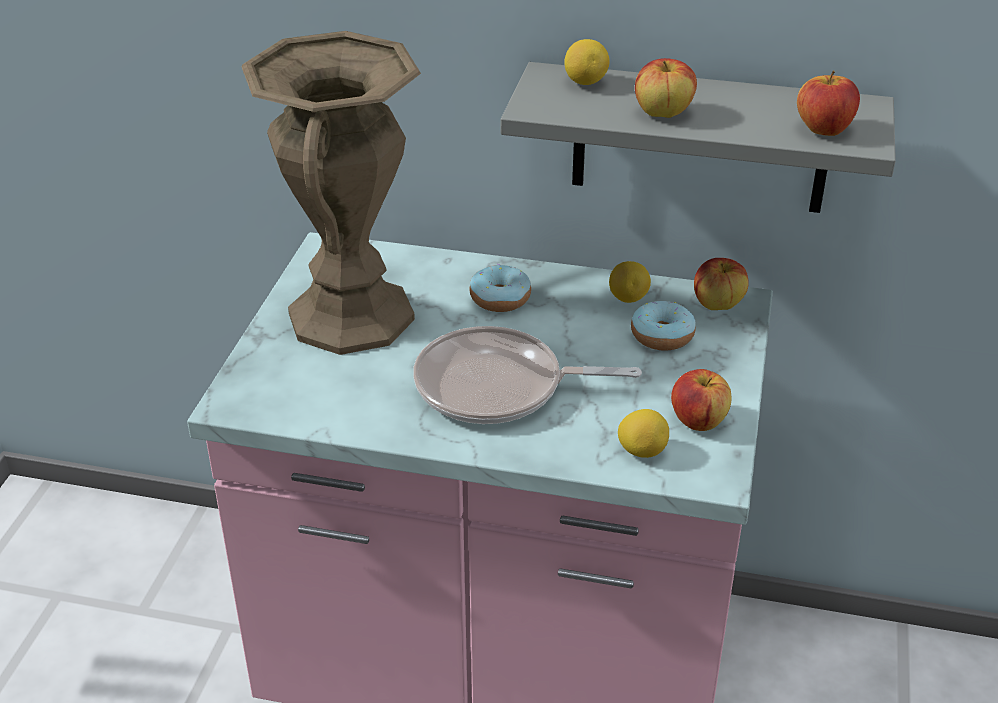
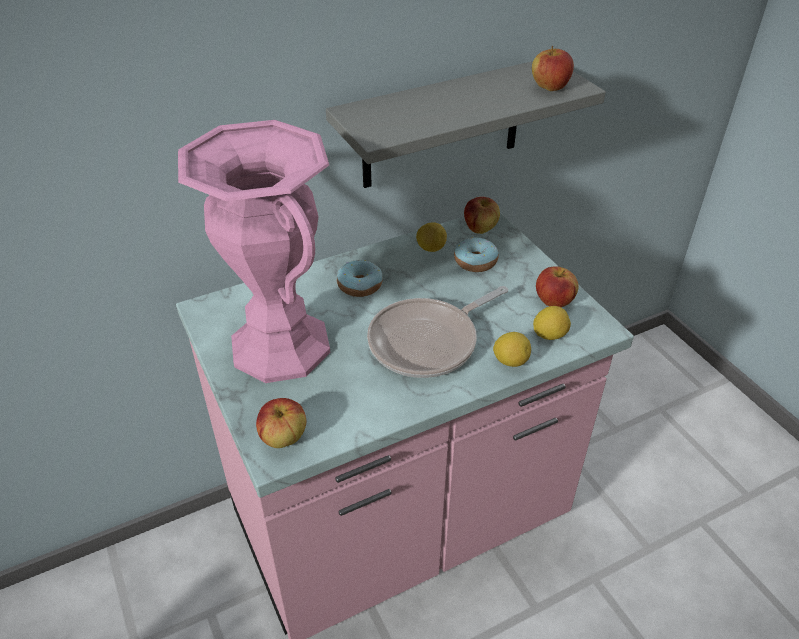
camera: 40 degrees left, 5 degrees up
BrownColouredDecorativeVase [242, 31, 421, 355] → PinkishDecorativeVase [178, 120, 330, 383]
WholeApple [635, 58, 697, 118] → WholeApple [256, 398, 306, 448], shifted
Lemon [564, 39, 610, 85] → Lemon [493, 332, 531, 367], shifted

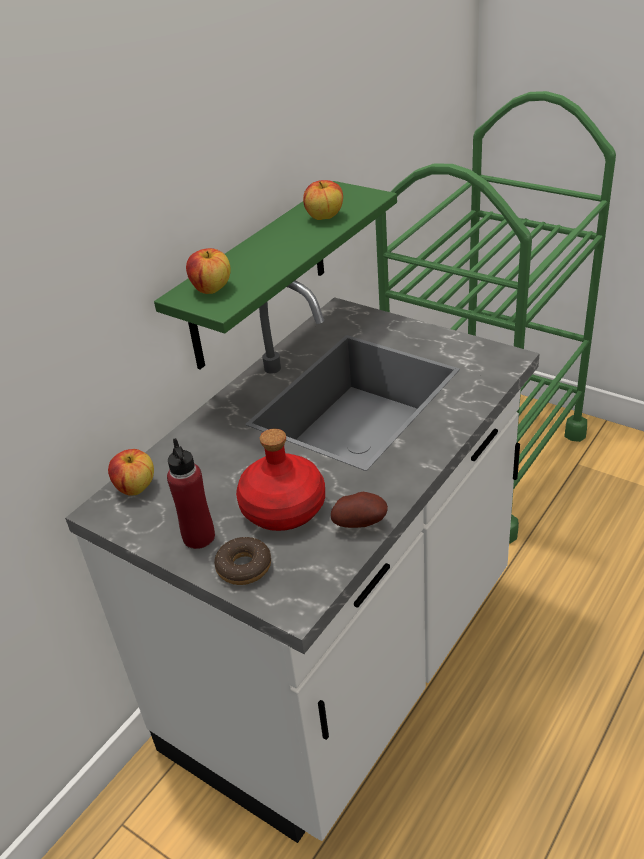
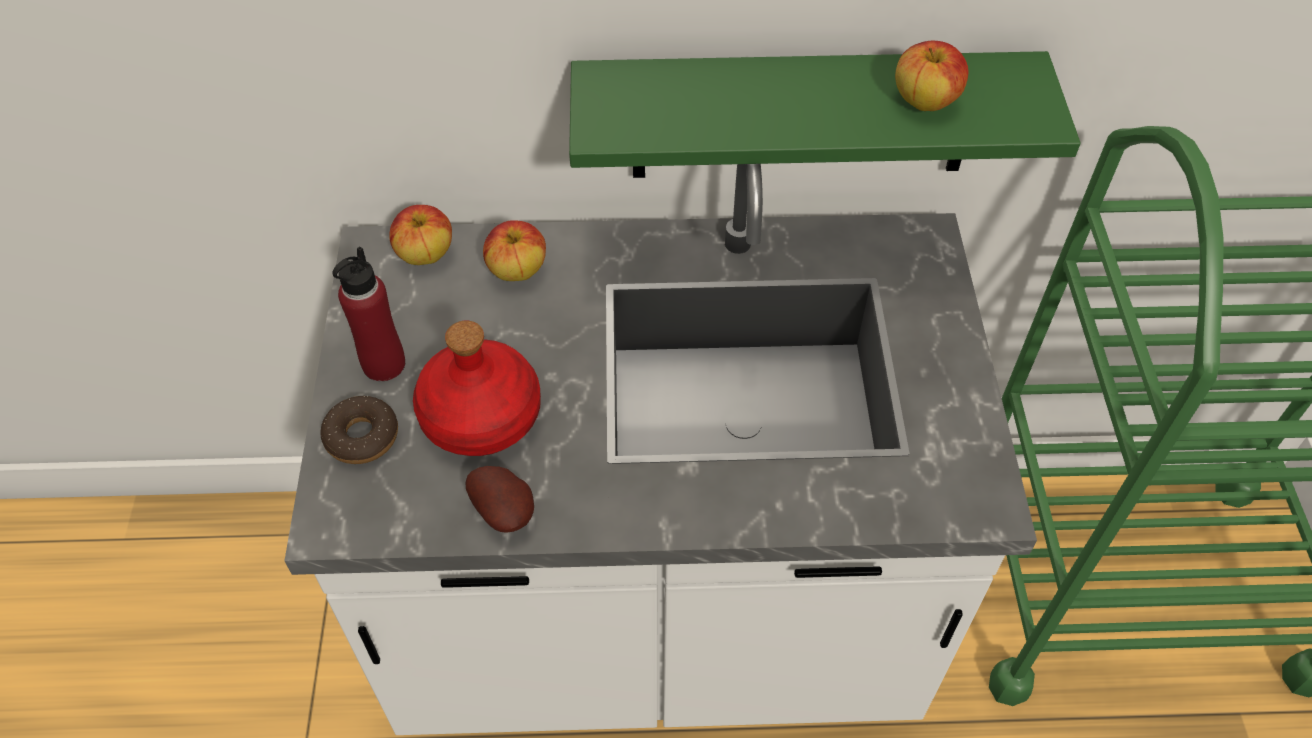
camera: 50 degrees right, 15 degrees up
WholeApple [186, 248, 231, 294] → WholeApple [483, 220, 546, 281], shifted

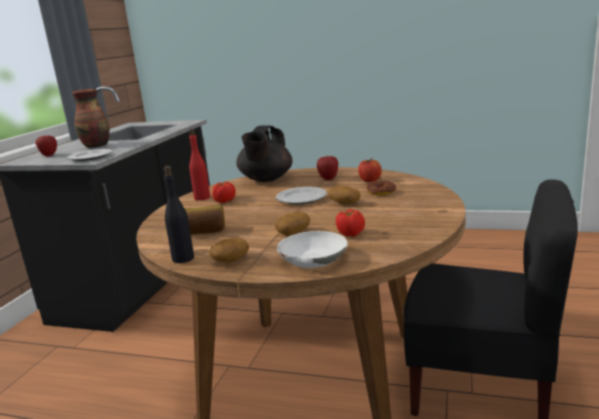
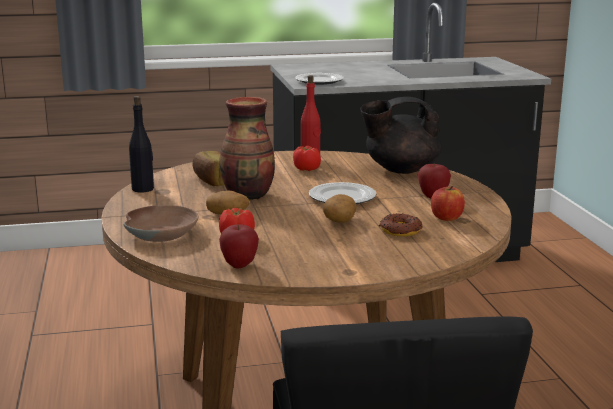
camera: 60 degrees right, 0 degrees up
WhiteColouredServingBowl [277, 231, 348, 268] → BrownColouredServingBowl [124, 205, 198, 242]
DecorativeVase [72, 89, 110, 148] → DecorativeVase [219, 97, 275, 200], shifted
WholeApple [35, 136, 57, 156] → WholeApple [219, 224, 259, 268], shifted
WholePotato [209, 237, 249, 263] → -

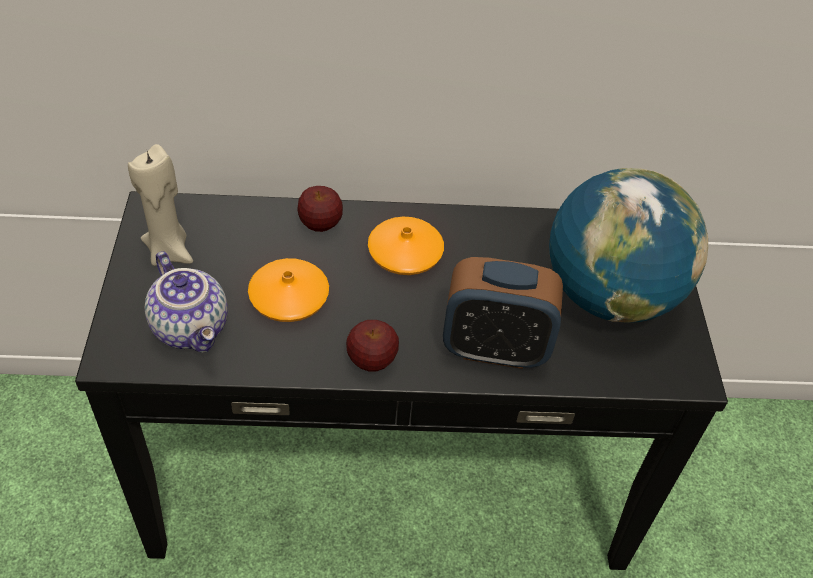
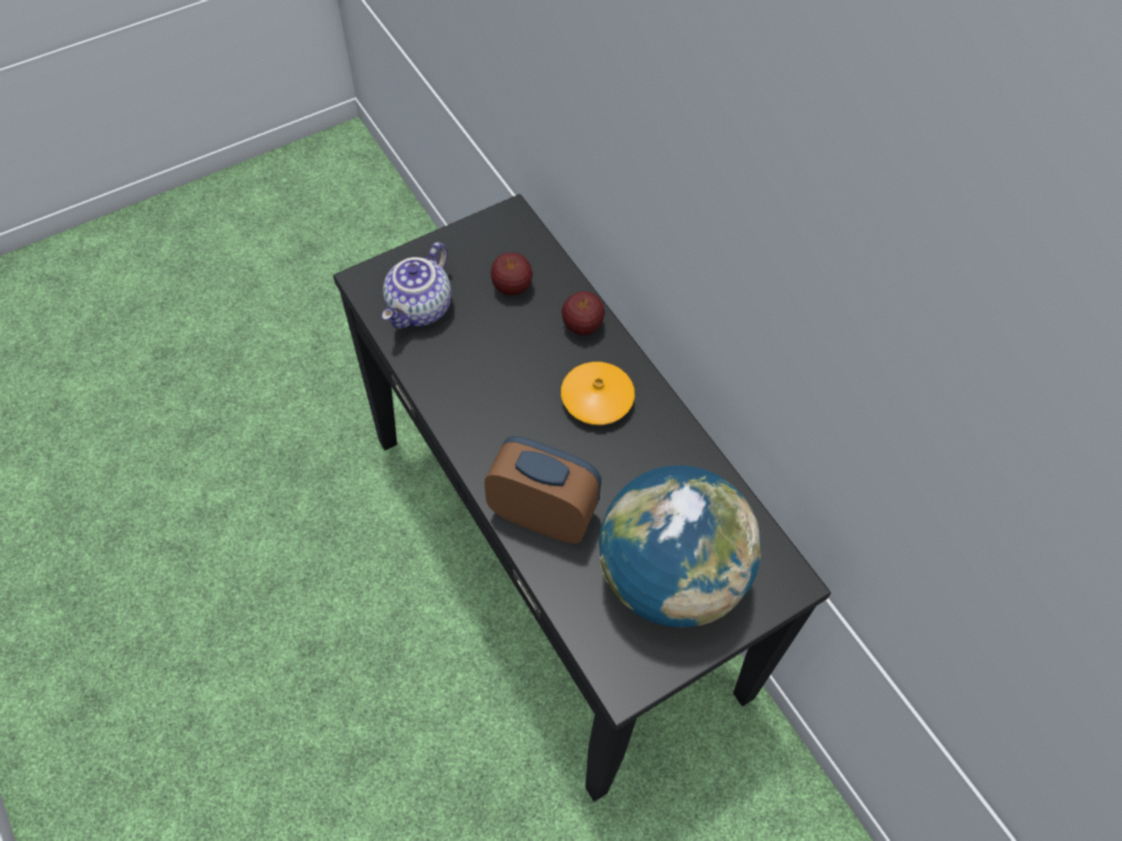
camera: 60 degrees right, 10 degrees up
BedsideClock [443, 257, 563, 369] → BedsideClock [484, 436, 601, 543], 135 degrees clockwise
WholeApple [346, 320, 399, 371] → WholeApple [491, 252, 533, 295], shifted
BeigeColouredWaxLight [128, 144, 193, 266] → -
OrangeyDecorativeVase [248, 258, 329, 322] → -

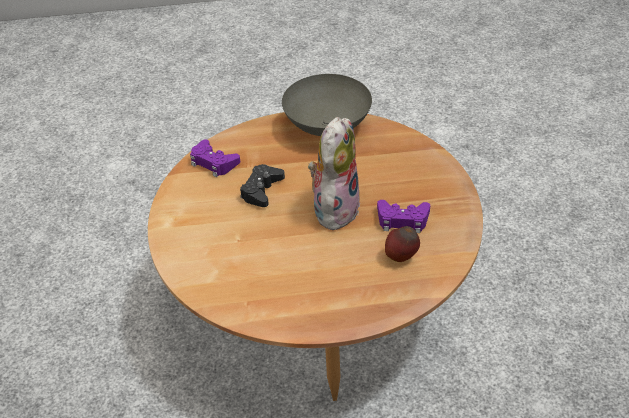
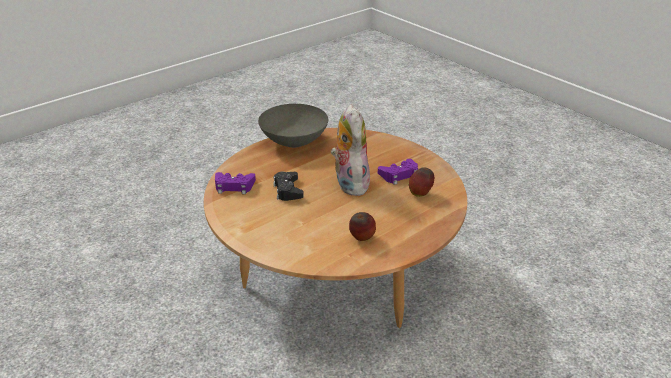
camera: 35 degrees left, 10 degrees down
- → WholeApple [349, 212, 376, 241]

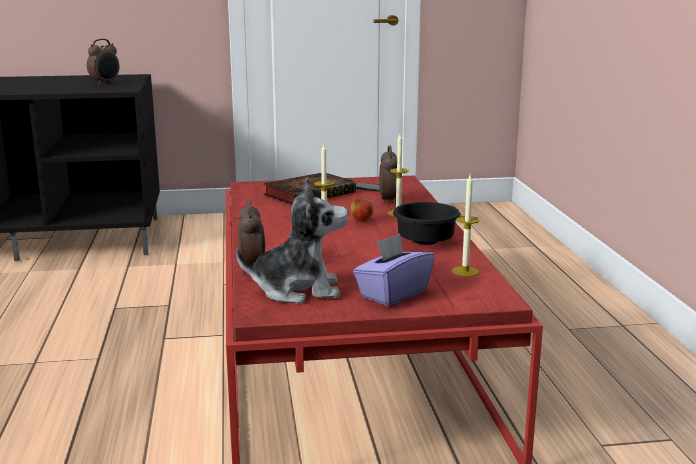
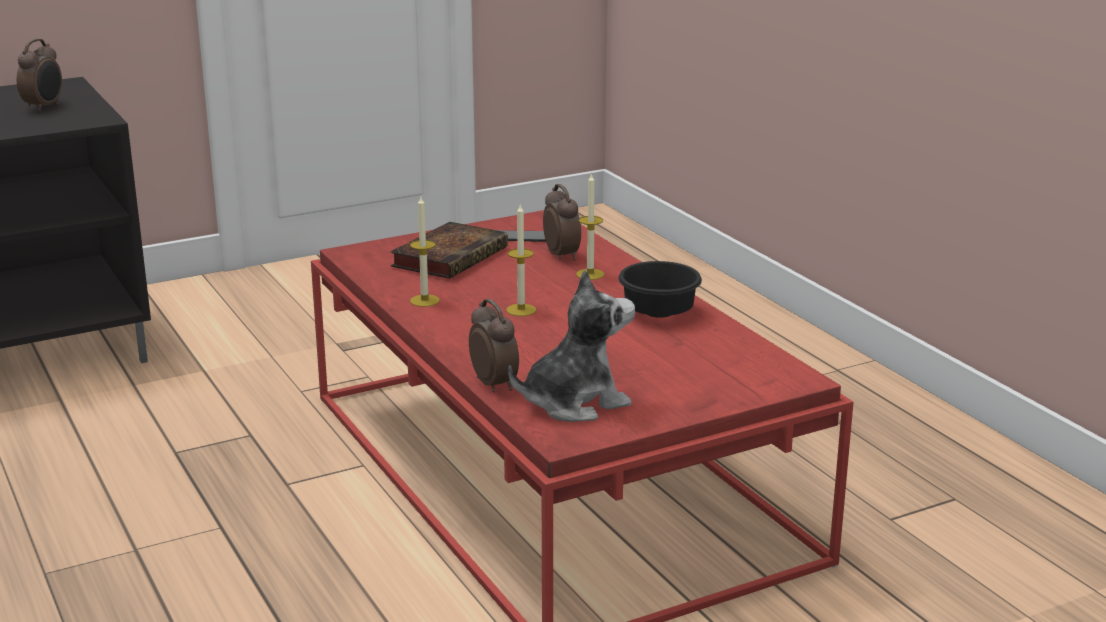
camera: 20 degrees left, 5 degrees up
WaxLight [452, 175, 480, 277] → WaxLight [410, 197, 440, 307], shifted
WholeApple [351, 196, 374, 223] → -
PurplishTissueHolder [353, 234, 435, 306] → -

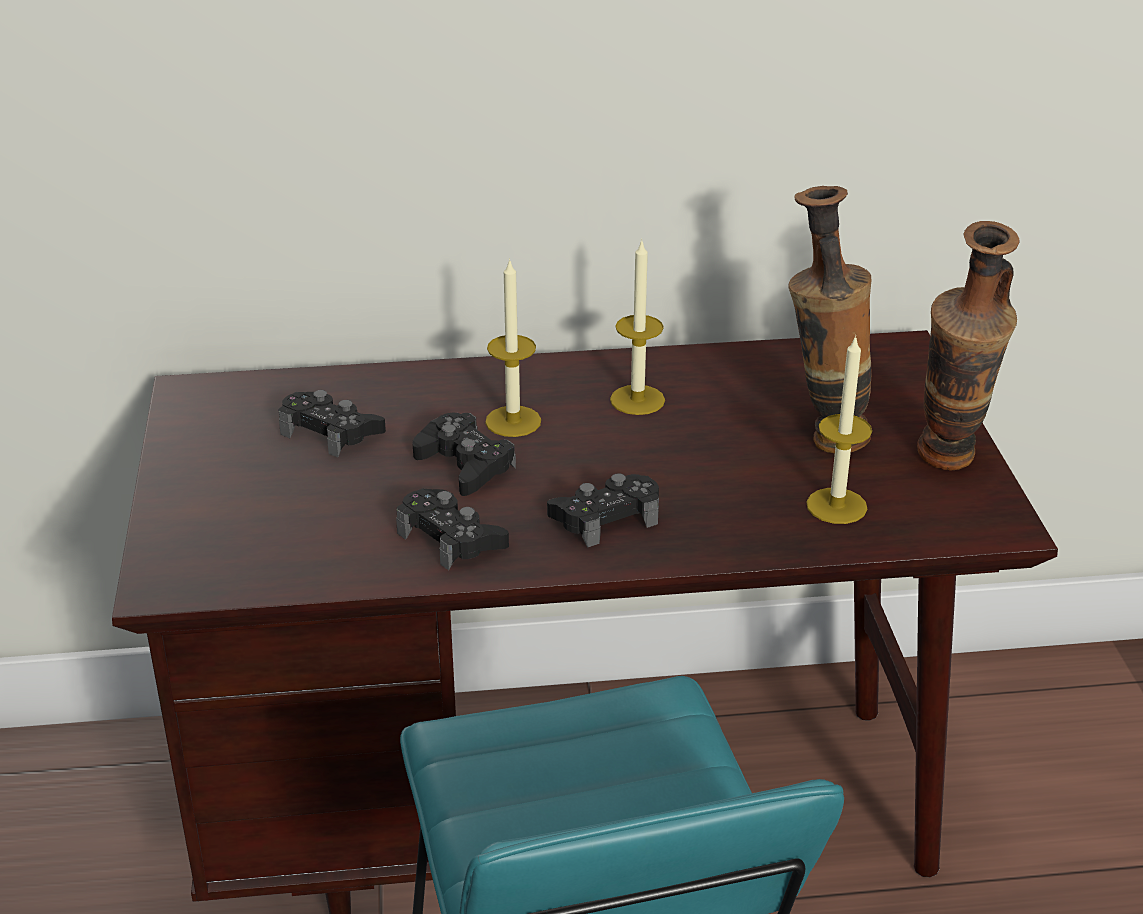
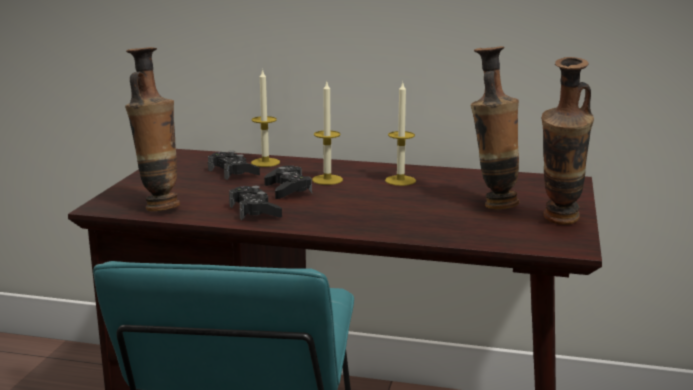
camera: 20 degrees right, 15 degrees down
- → DecorativeVase [125, 47, 180, 211]
WaxLight [806, 335, 872, 524] → WaxLight [251, 69, 280, 167], shifted
BlackishJoypad [547, 473, 659, 548] → -

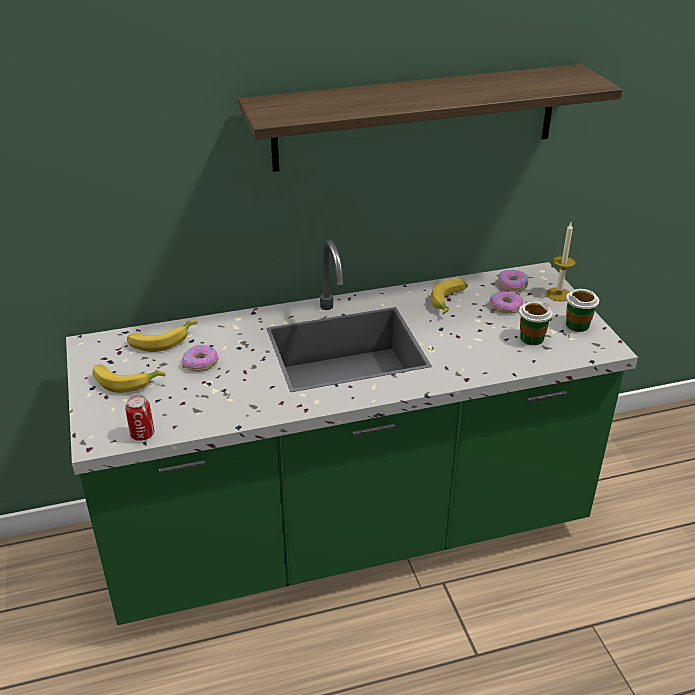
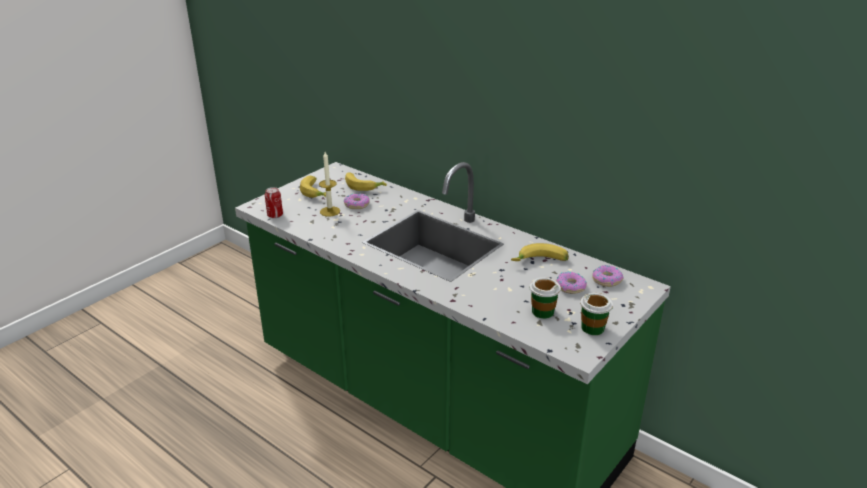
camera: 55 degrees right, 5 degrees down
WaxLight [546, 223, 576, 301] → WaxLight [319, 152, 340, 217], shifted
Shelf [238, 64, 622, 172] → -

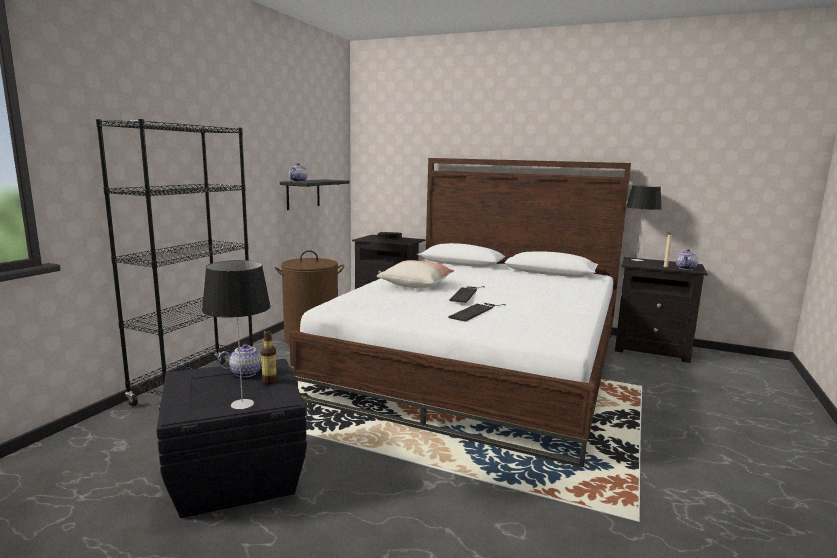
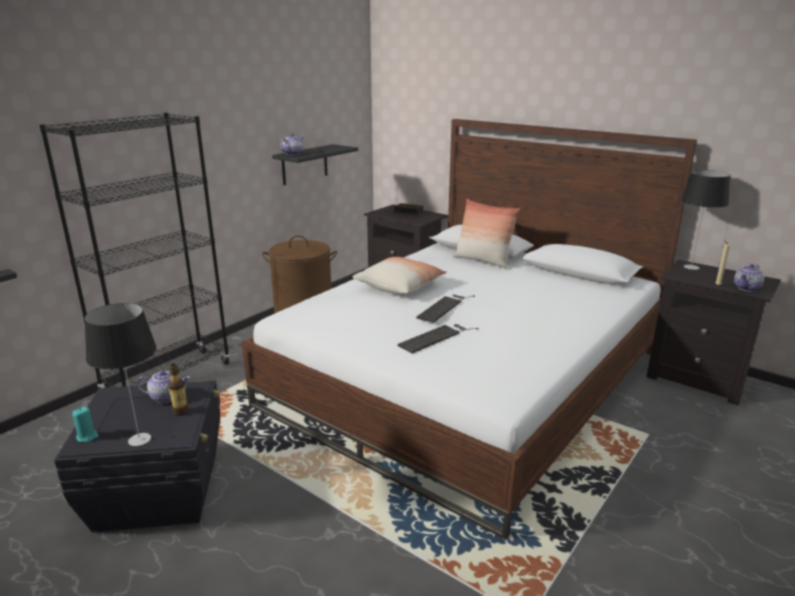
camera: 15 degrees right, 10 degrees up
- → TurquoiseWaxLight [72, 407, 99, 442]
- → Pillow [453, 199, 520, 268]

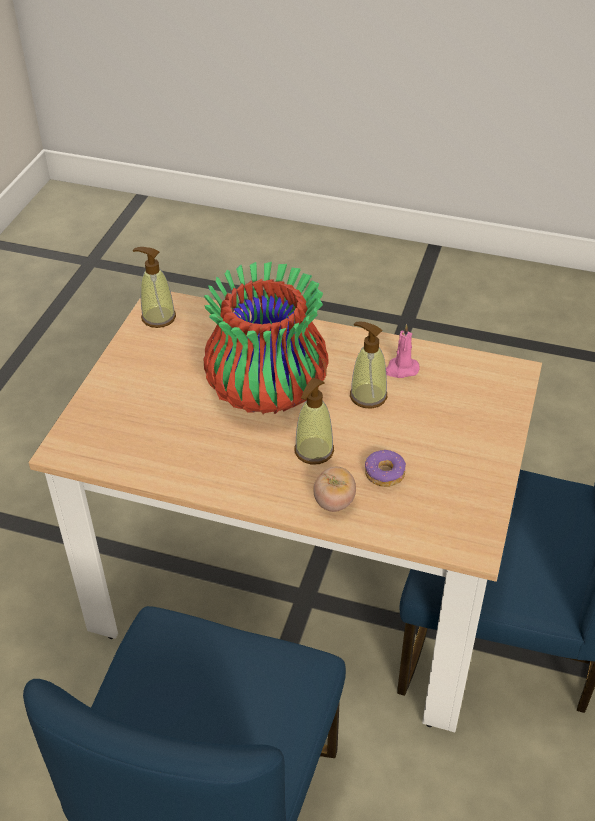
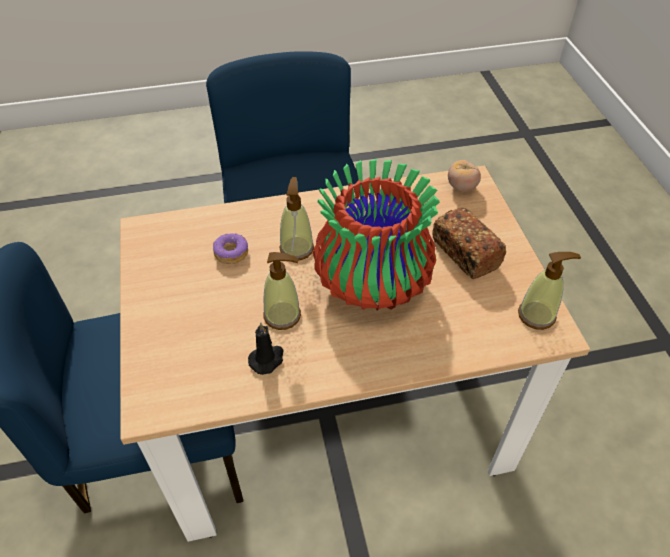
camera: 150 degrees right, 5 degrees up
PinkishWaxLight [386, 324, 420, 378] → BlackishWaxLight [248, 323, 284, 375]
- → Bread [432, 207, 506, 279]
FreshTomato [313, 467, 356, 512] → FreshTomato [448, 160, 481, 192], shifted

